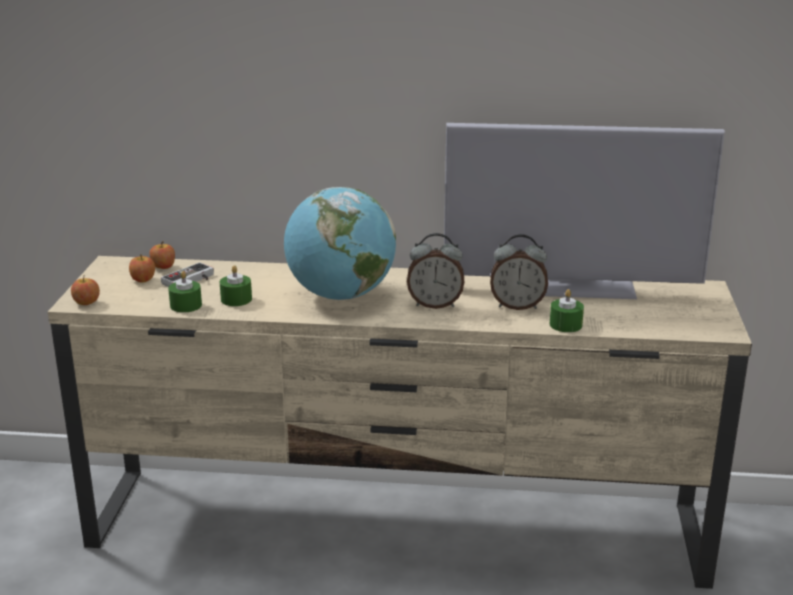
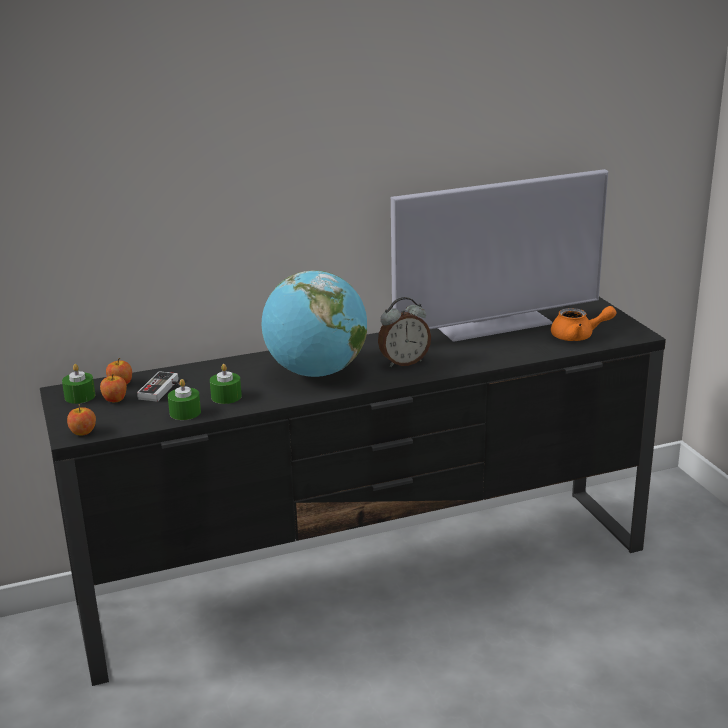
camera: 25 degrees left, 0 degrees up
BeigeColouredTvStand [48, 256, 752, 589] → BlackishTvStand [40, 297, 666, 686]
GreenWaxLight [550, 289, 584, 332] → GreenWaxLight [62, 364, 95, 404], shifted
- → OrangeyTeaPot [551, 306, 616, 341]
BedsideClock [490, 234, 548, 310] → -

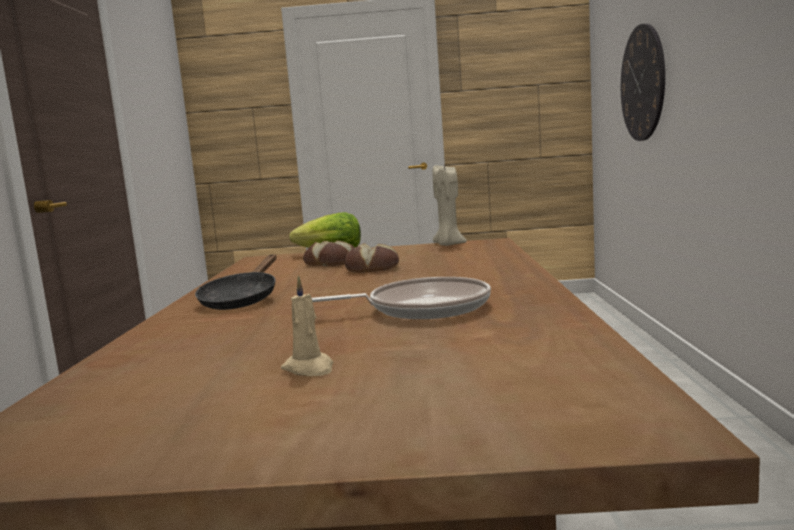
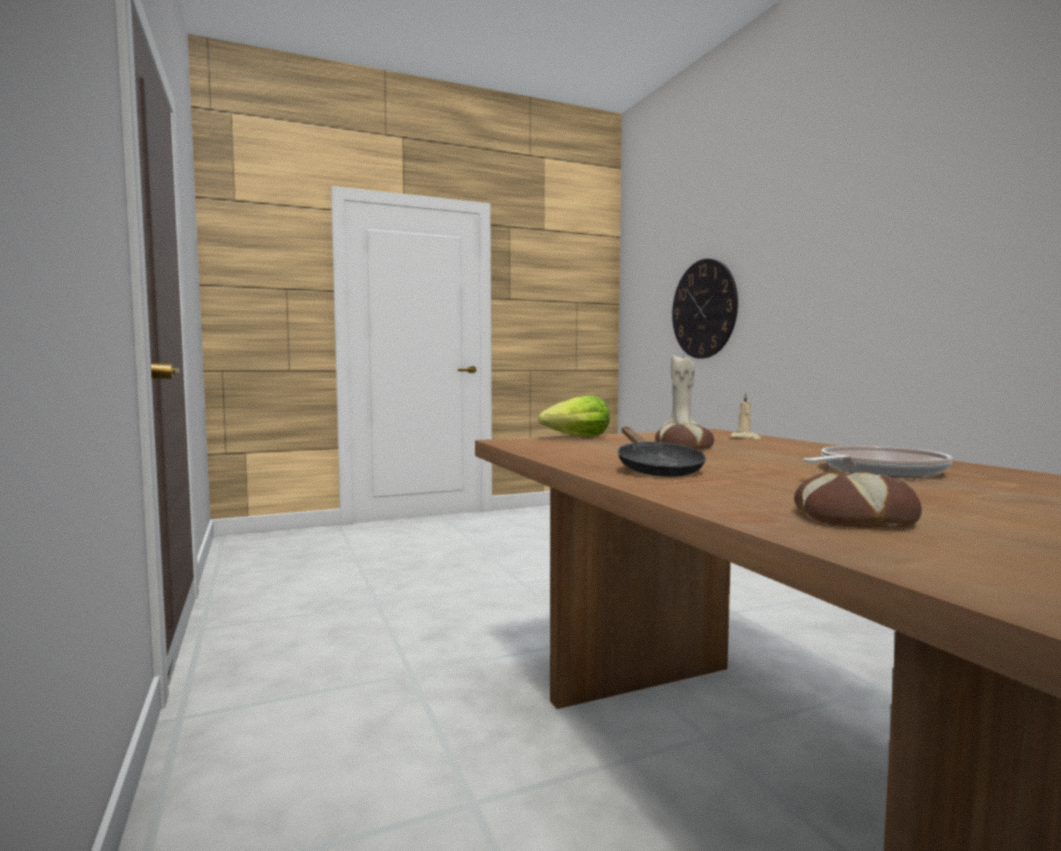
camera: 25 degrees left, 5 degrees down
BeigeColouredWaxLight [281, 275, 333, 376] → BeigeColouredWaxLight [731, 393, 761, 439], shifted
Bread [303, 241, 354, 266] → Bread [794, 472, 922, 527], shifted

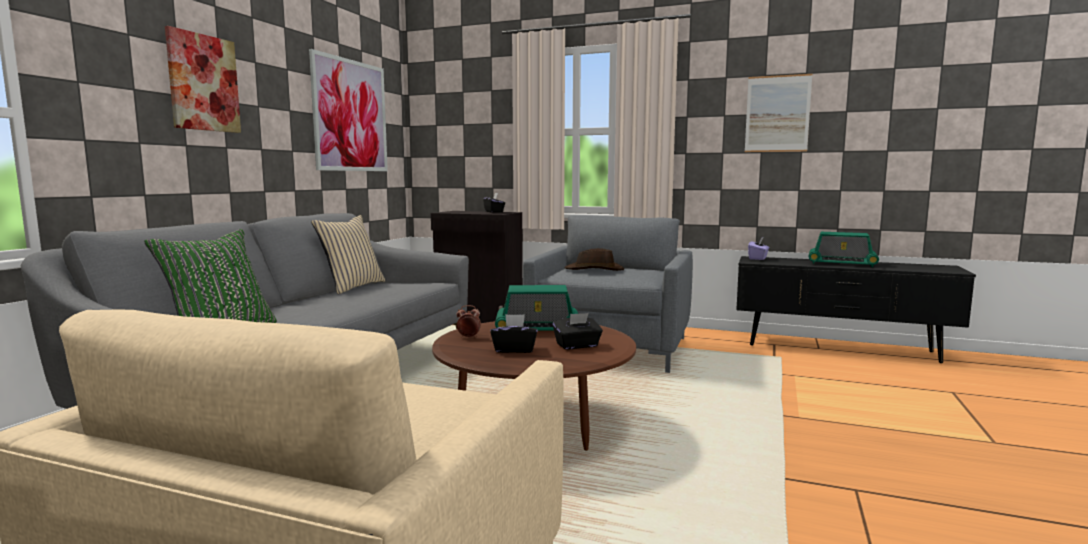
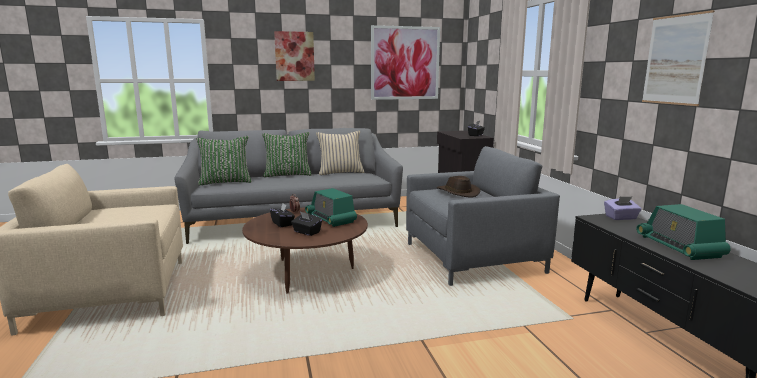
camera: 55 degrees right, 5 degrees up
- → GreenPillow [262, 132, 312, 177]

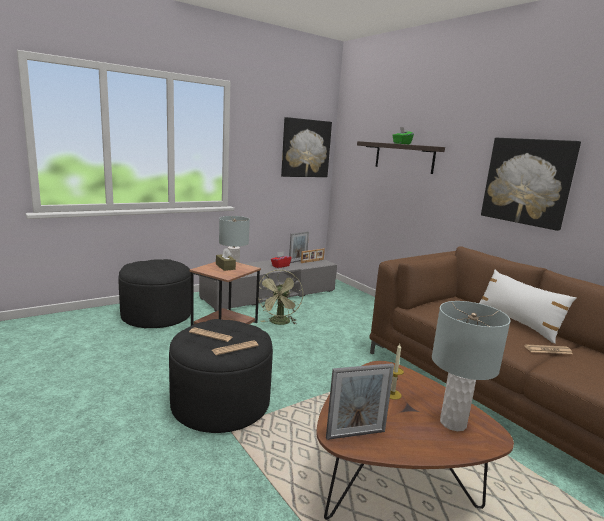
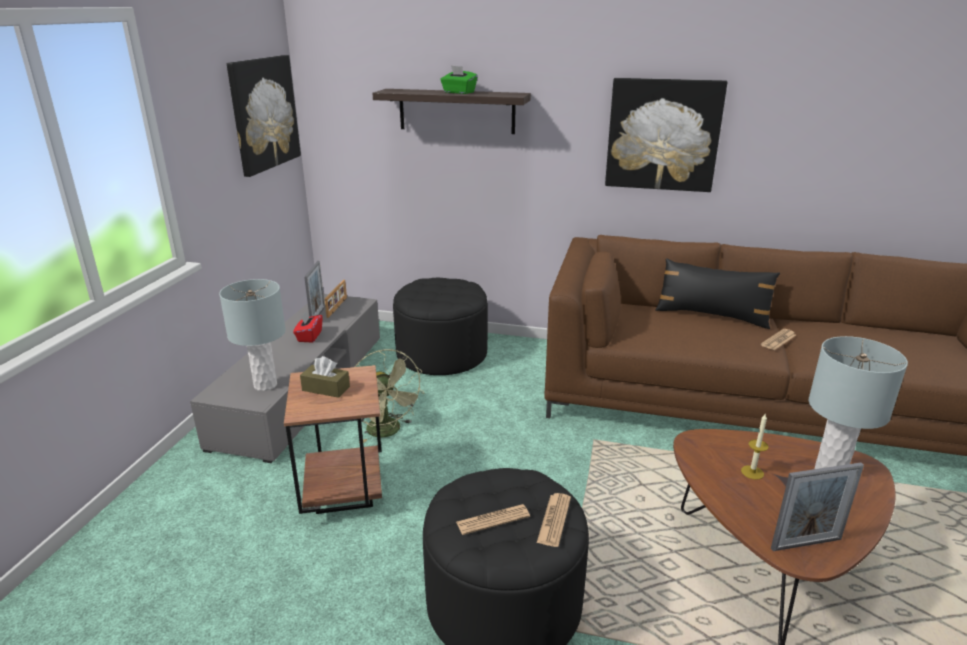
camera: 40 degrees left, 10 degrees up
BlackishOttoman [118, 259, 191, 329] → BlackishOttoman [393, 278, 488, 375], shifted
WhiteColouredPillow [479, 270, 576, 344] → BlackishPillow [655, 258, 780, 329]
PhotoFrame [326, 363, 394, 440] → PhotoFrame [771, 462, 864, 551], 45 degrees clockwise

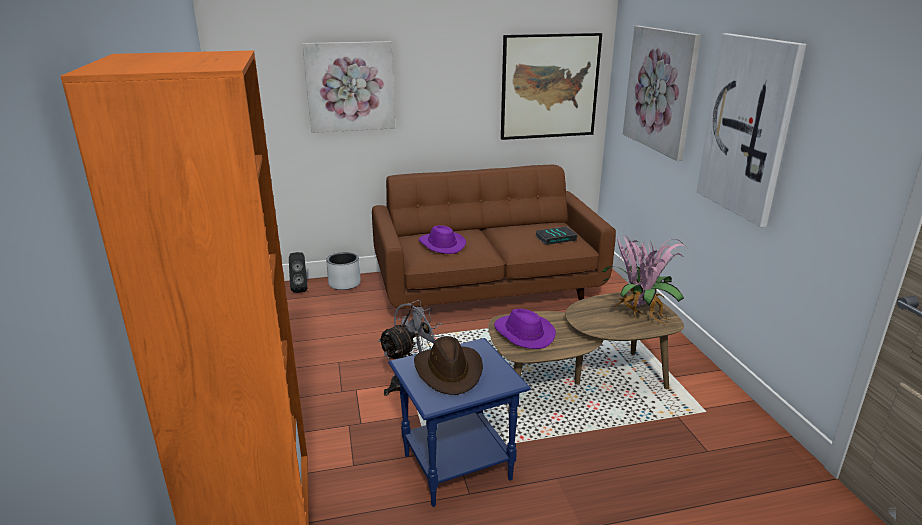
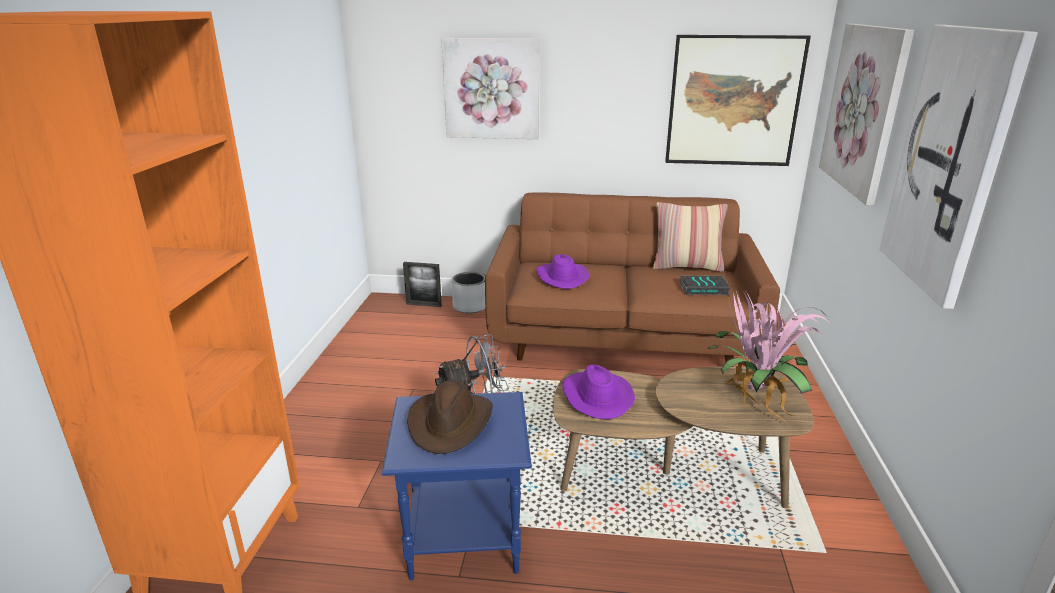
camera: 20 degrees right, 0 degrees up
BlackishAudioSpeaker [289, 252, 308, 293] → PhotoFrame [403, 262, 442, 307]
- → Pillow [653, 202, 728, 272]

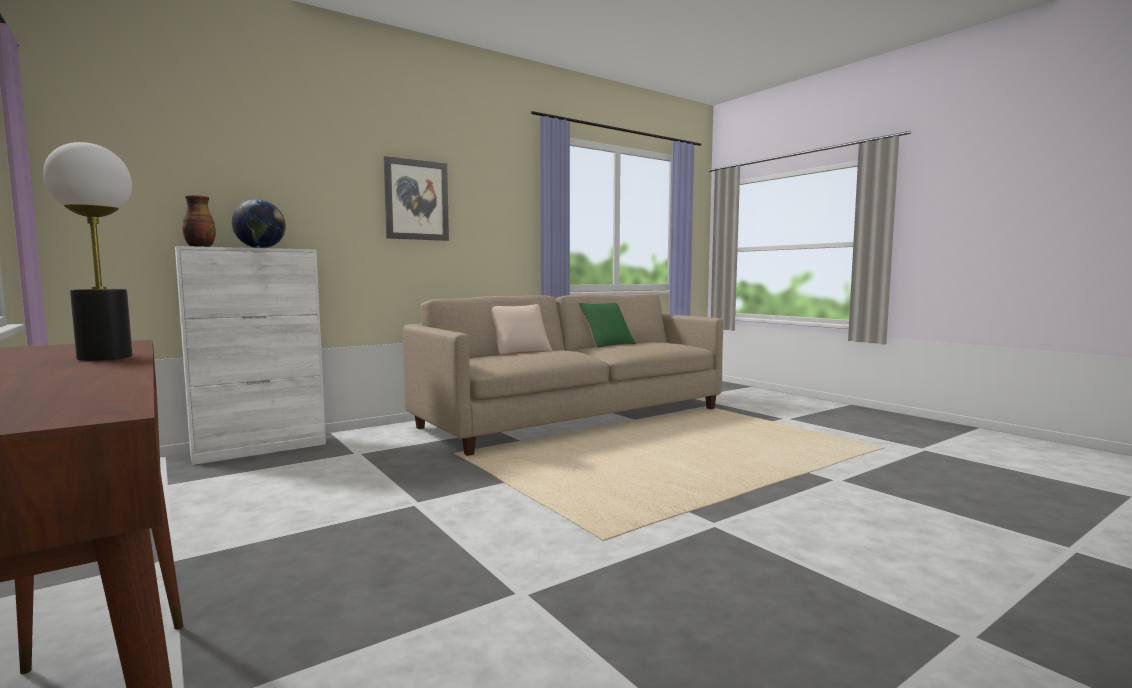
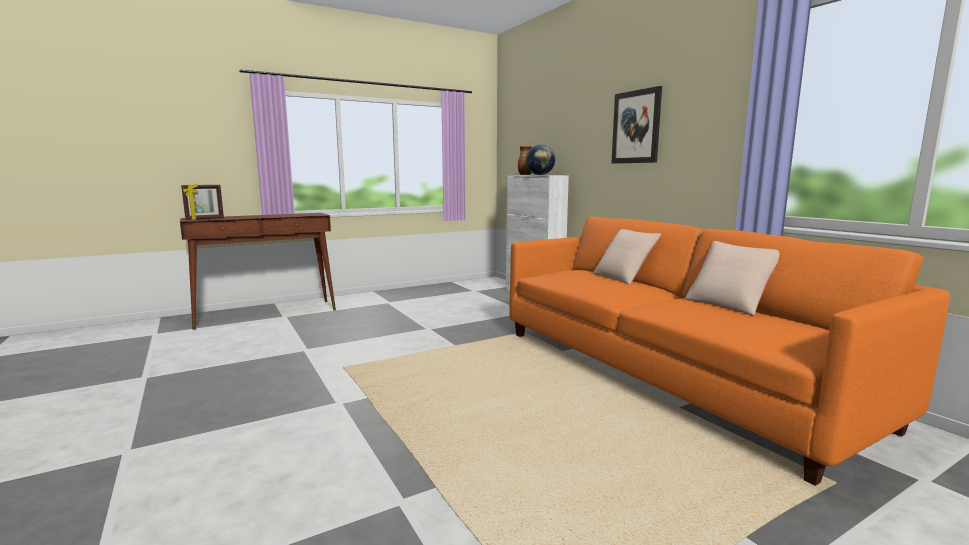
camera: 95 degrees right, 5 degrees up
- → PhotoFrame [181, 184, 224, 220]
BeigeColouredSofa [403, 294, 723, 456] → OrangeySofa [509, 217, 950, 486]
GreenPillow [578, 303, 636, 348] → BeigeColouredPillow [685, 241, 780, 316]
LampForATable [43, 142, 133, 361] → -

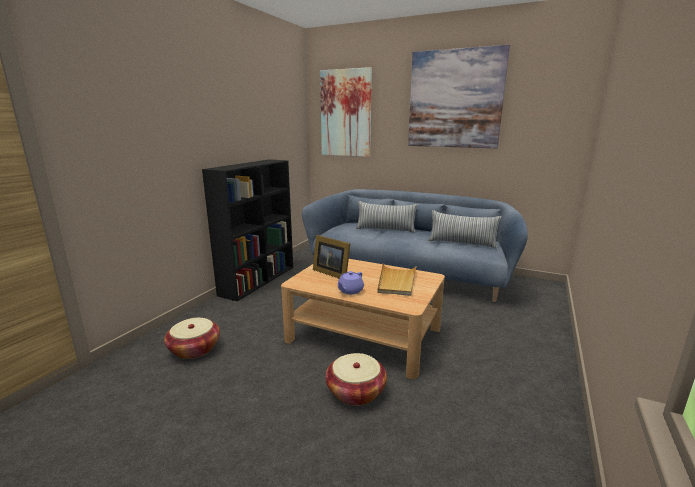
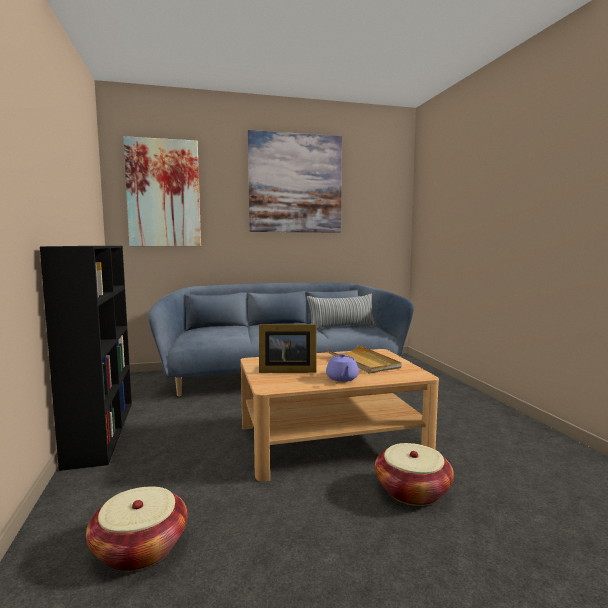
camera: 40 degrees left, 10 degrees down
Pillow [356, 201, 418, 233] → -

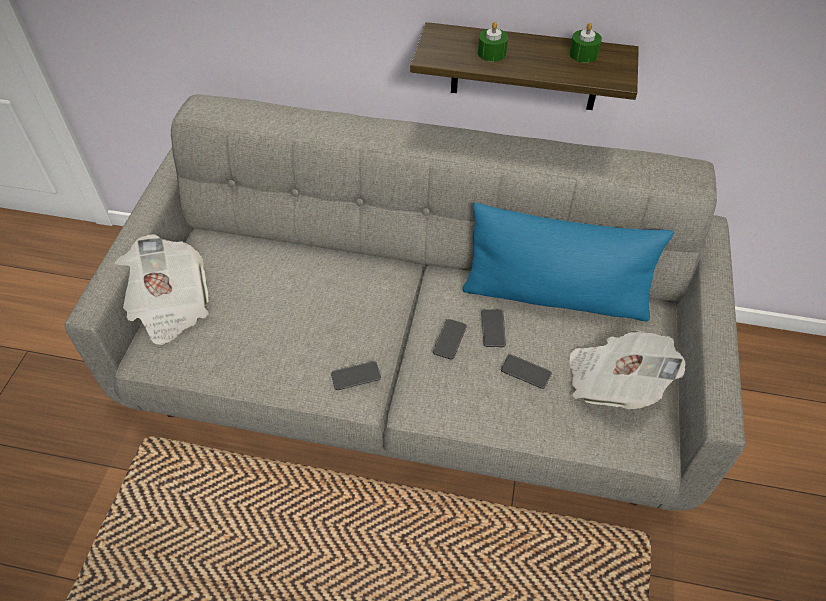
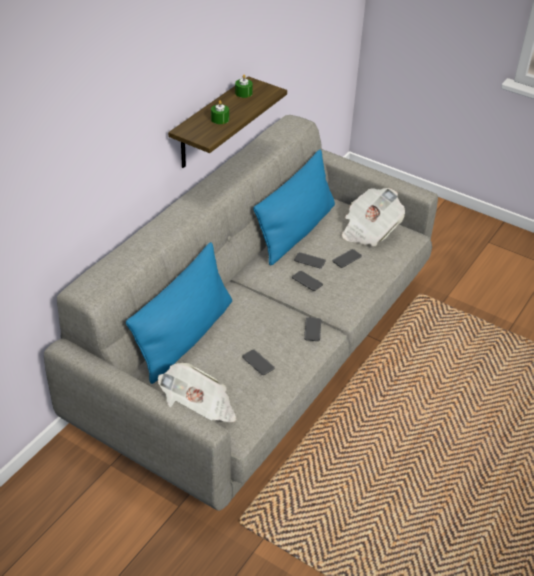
camera: 70 degrees left, 10 degrees down
- → BlueColouredPillow [126, 242, 232, 384]
- → Telephone [242, 349, 275, 375]

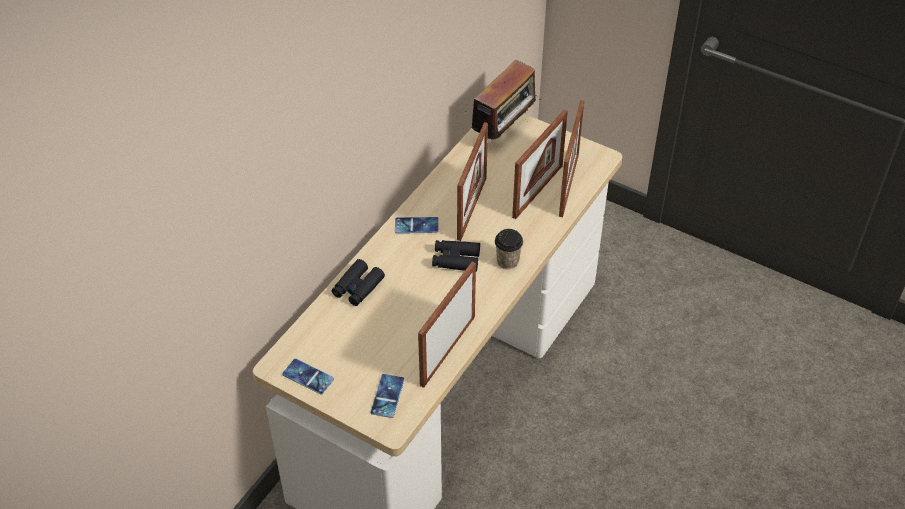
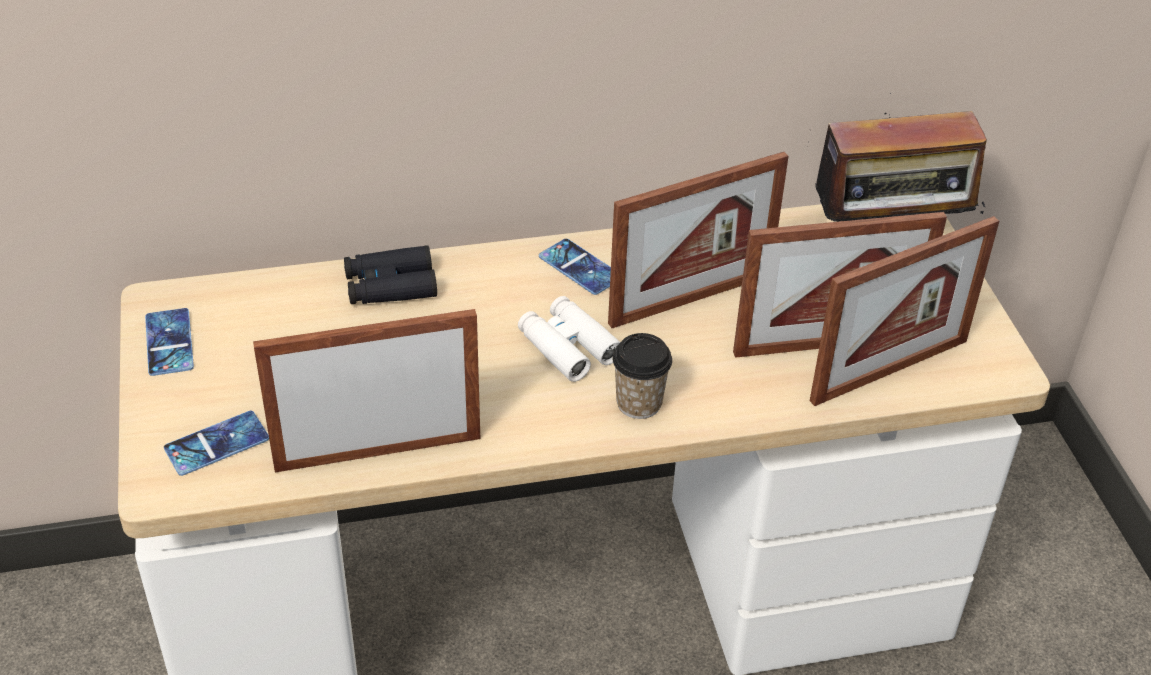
camera: 45 degrees right, 5 degrees down
BlackishPairOfBinoculars [432, 240, 480, 272] → WhiteColouredPairOfBinoculars [518, 296, 620, 382]

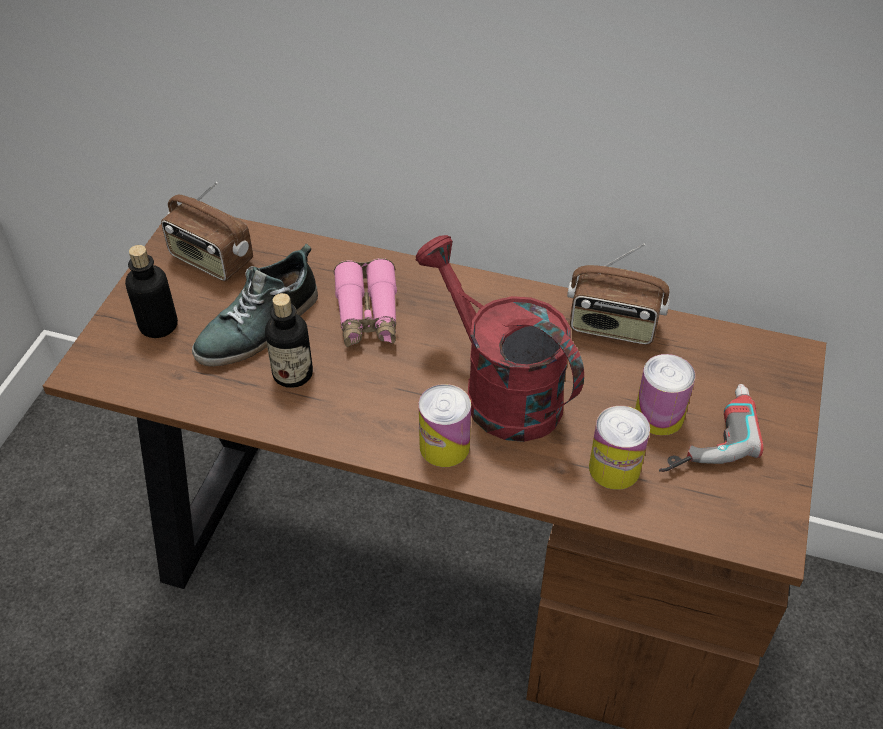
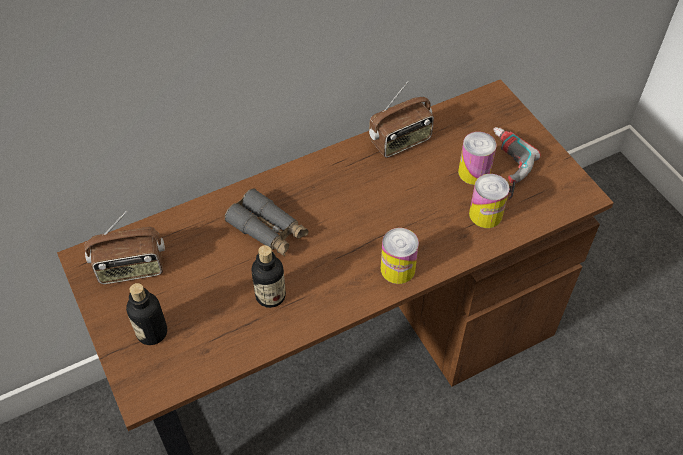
camera: 45 degrees left, 5 degrees up
PinkishPairOfBinoculars [334, 258, 397, 347] → GreyishPairOfBinoculars [225, 188, 308, 256]
ItemOfFootwear [192, 244, 318, 366] → -
RedWateringPot [416, 235, 584, 442] → -

